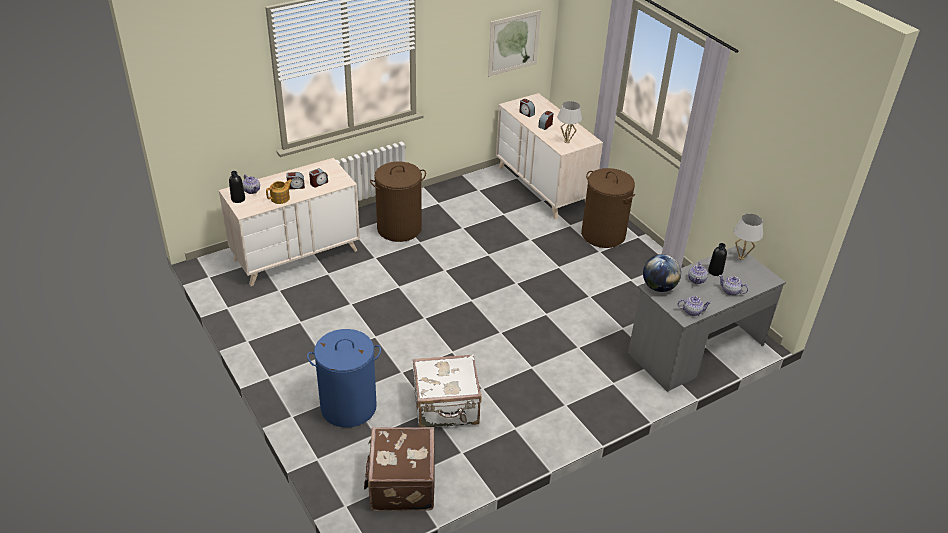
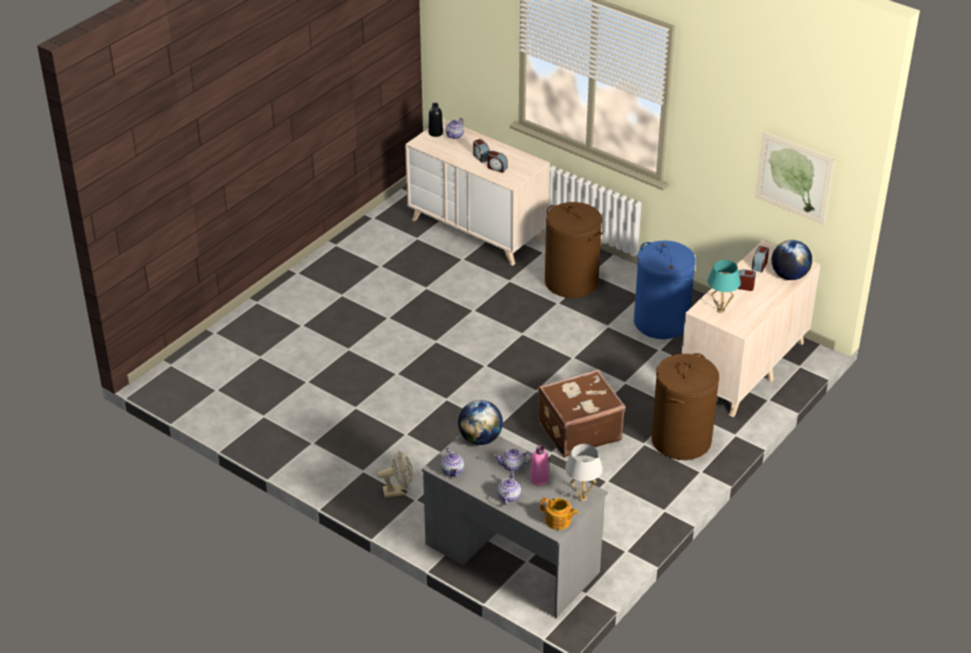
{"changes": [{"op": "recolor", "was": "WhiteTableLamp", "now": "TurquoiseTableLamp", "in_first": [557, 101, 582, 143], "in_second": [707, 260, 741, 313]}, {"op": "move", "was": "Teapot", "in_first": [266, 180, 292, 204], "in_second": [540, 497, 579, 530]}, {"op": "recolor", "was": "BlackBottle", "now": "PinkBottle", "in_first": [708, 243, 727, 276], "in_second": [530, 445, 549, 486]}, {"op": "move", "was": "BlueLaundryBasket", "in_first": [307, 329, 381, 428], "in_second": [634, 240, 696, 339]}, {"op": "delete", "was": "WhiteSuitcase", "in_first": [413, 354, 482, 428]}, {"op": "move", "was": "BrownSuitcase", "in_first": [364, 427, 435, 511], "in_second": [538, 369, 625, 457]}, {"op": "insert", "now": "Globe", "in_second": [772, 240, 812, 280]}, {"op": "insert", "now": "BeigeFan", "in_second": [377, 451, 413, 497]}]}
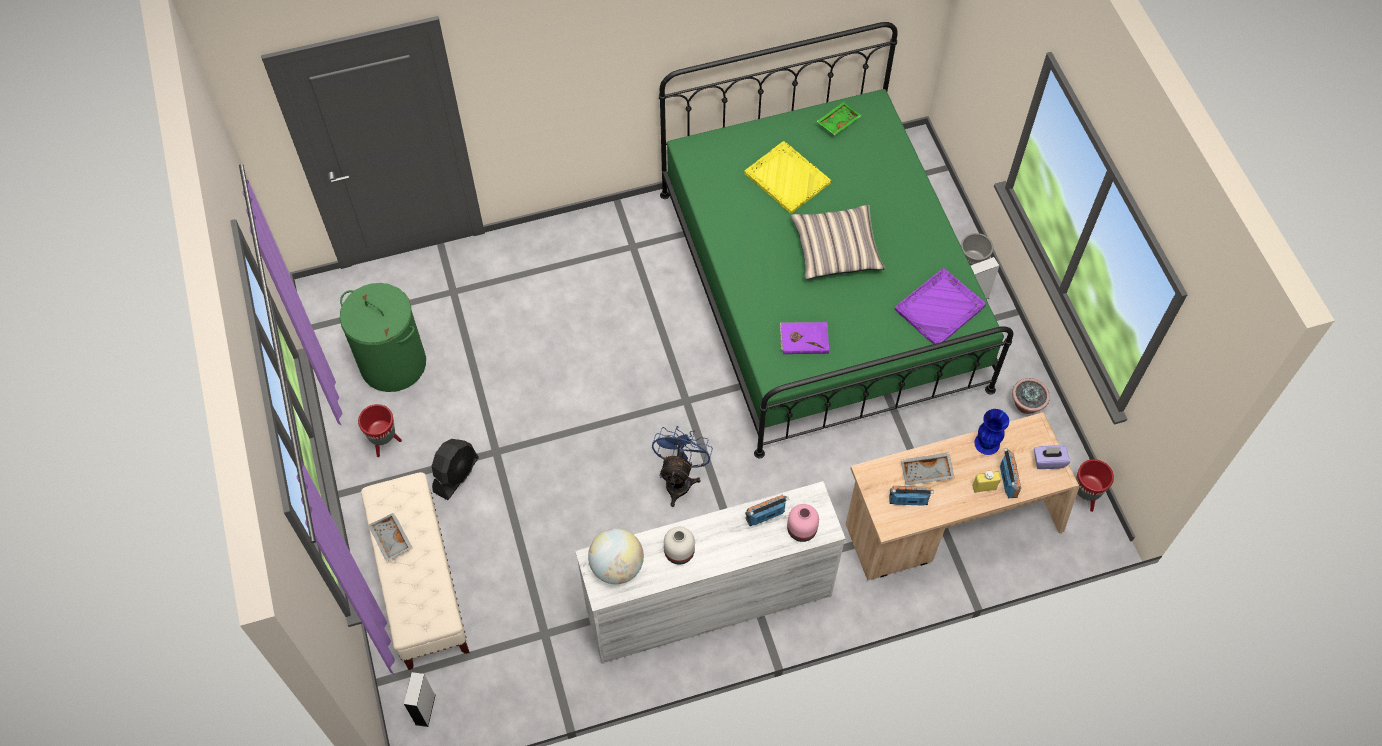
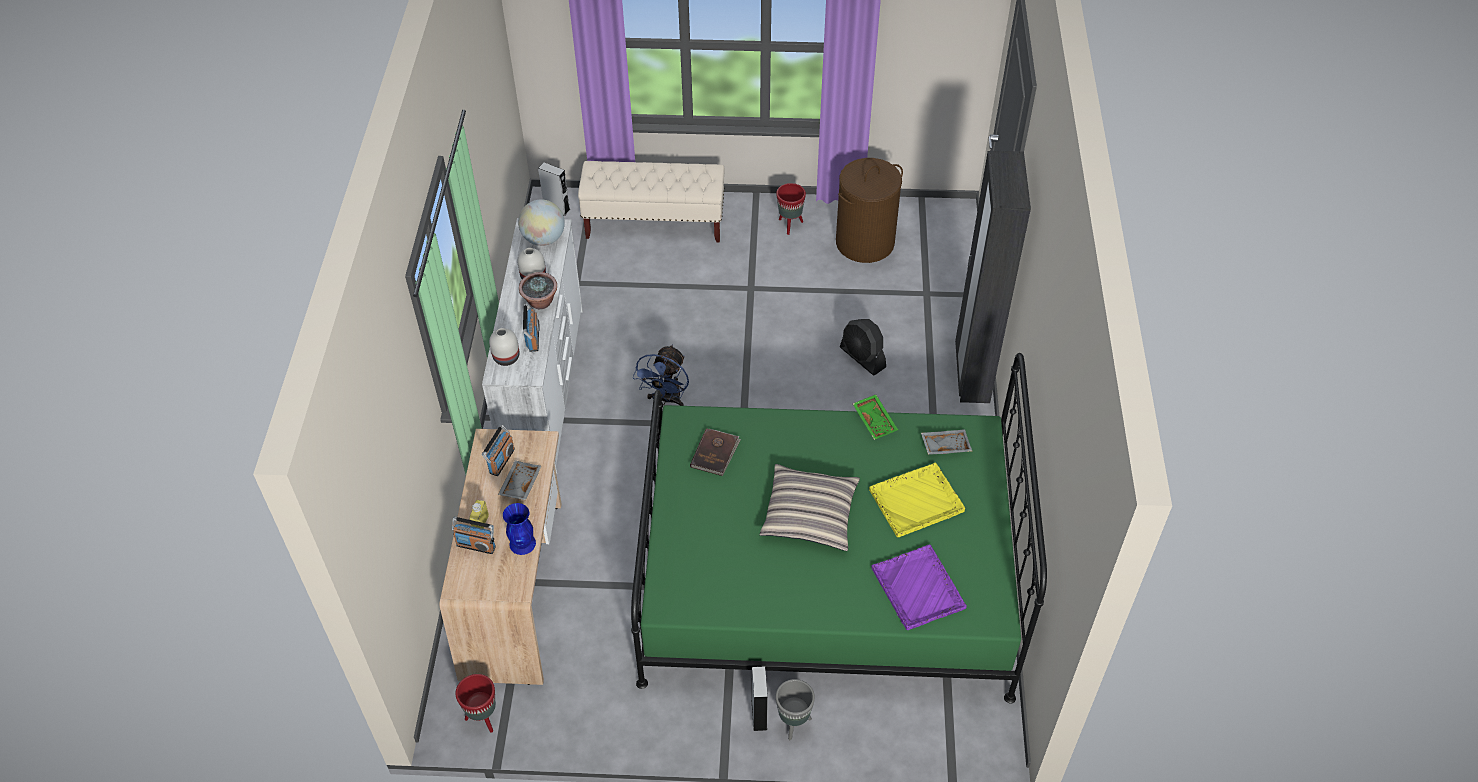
{"changes": [{"op": "move", "was": "GreenTray", "in_first": [816, 102, 861, 135], "in_second": [853, 395, 898, 440]}, {"op": "move", "was": "PurpleTray", "in_first": [895, 268, 986, 344], "in_second": [872, 544, 967, 630]}, {"op": "recolor", "was": "GreenLaundryBasket", "now": "BrownLaundryBasket", "in_first": [340, 283, 426, 392], "in_second": [836, 158, 903, 263]}, {"op": "recolor", "was": "PurpleBook", "now": "BrownBook", "in_first": [780, 322, 829, 354], "in_second": [690, 428, 741, 476]}, {"op": "move", "was": "PottedPlant", "in_first": [1012, 378, 1050, 414], "in_second": [519, 272, 557, 309]}, {"op": "rotate", "was": "BlueFan", "in_first": [652, 426, 713, 507], "in_second": [633, 344, 689, 406], "clockwise": 75}, {"op": "move", "was": "BlackFan", "in_first": [432, 439, 479, 500], "in_second": [840, 319, 886, 375]}, {"op": "delete", "was": "PurpleTissueBox", "in_first": [1034, 445, 1070, 469]}, {"op": "recolor", "was": "PinkVase", "now": "WhiteVase", "in_first": [787, 504, 819, 542], "in_second": [489, 328, 520, 366]}, {"op": "move", "was": "GreyTray", "in_first": [368, 513, 412, 561], "in_second": [921, 429, 972, 455]}, {"op": "insert", "now": "BlackWardrobe", "in_second": [955, 151, 1031, 403]}]}
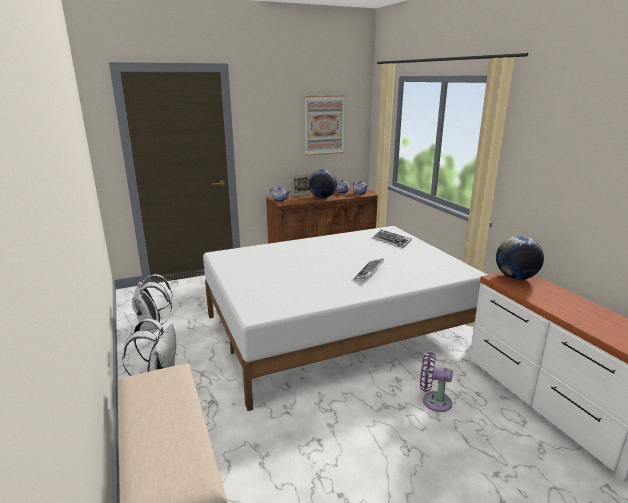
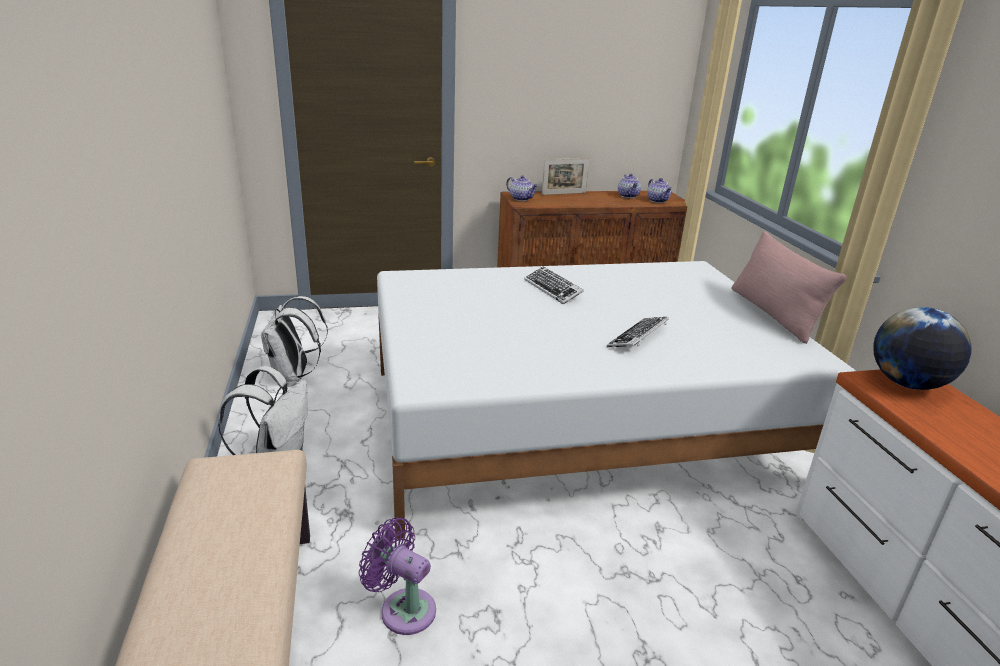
{"changes": [{"op": "delete", "was": "Picture", "in_first": [305, 95, 345, 156]}, {"op": "delete", "was": "Globe", "in_first": [309, 169, 337, 198]}, {"op": "move", "was": "Keyboard", "in_first": [373, 230, 412, 248], "in_second": [525, 267, 584, 304]}, {"op": "move", "was": "PurpleFan", "in_first": [420, 352, 453, 412], "in_second": [359, 517, 436, 635]}, {"op": "insert", "now": "PinkPillow", "in_second": [731, 231, 847, 344]}]}
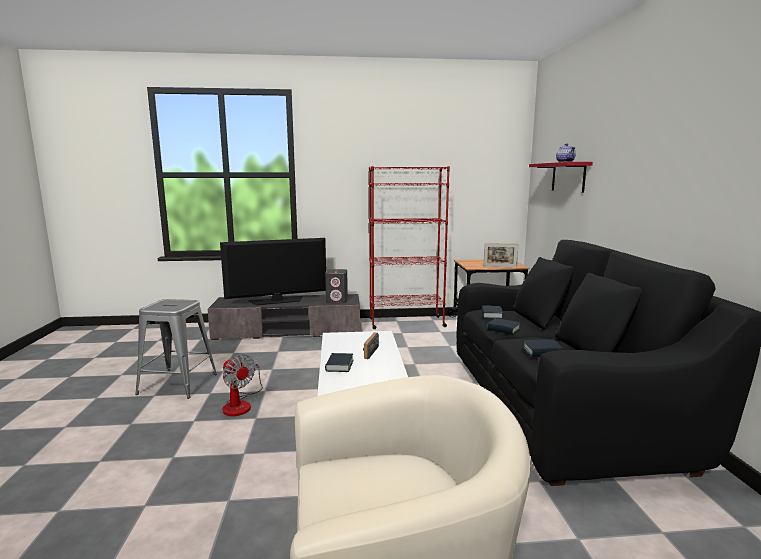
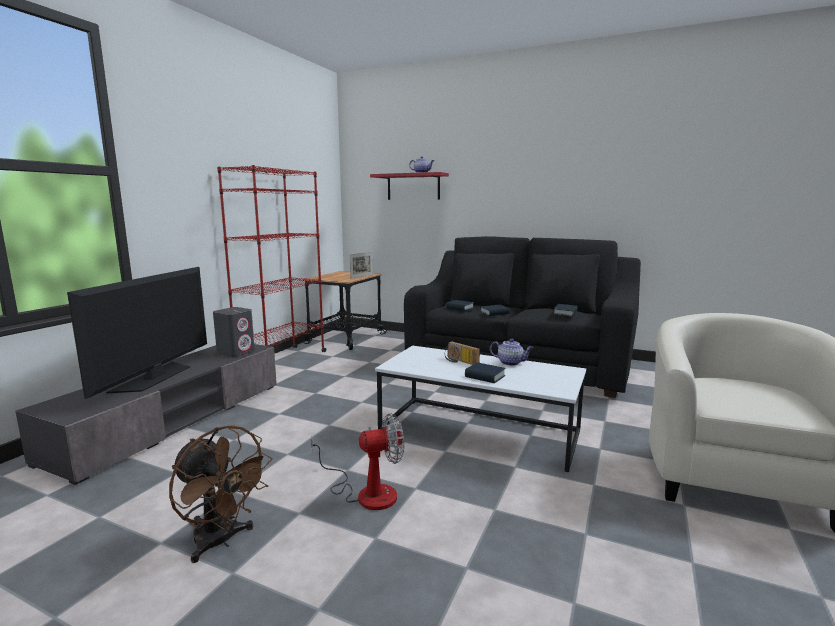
{"changes": [{"op": "replace", "was": "GreyStool", "now": "BrownFan", "in_first": [135, 299, 217, 399], "in_second": [169, 425, 272, 563]}, {"op": "insert", "now": "Teapot", "in_second": [490, 338, 533, 366]}]}
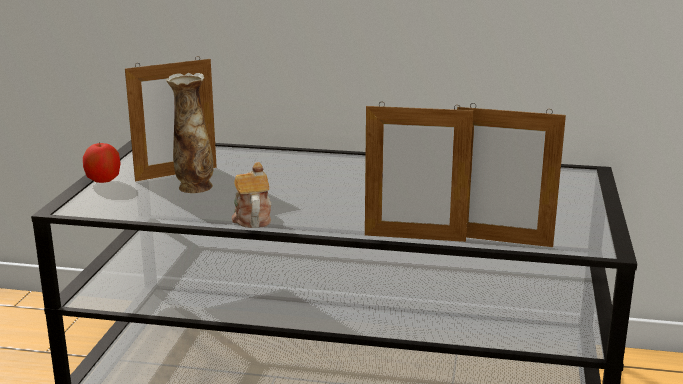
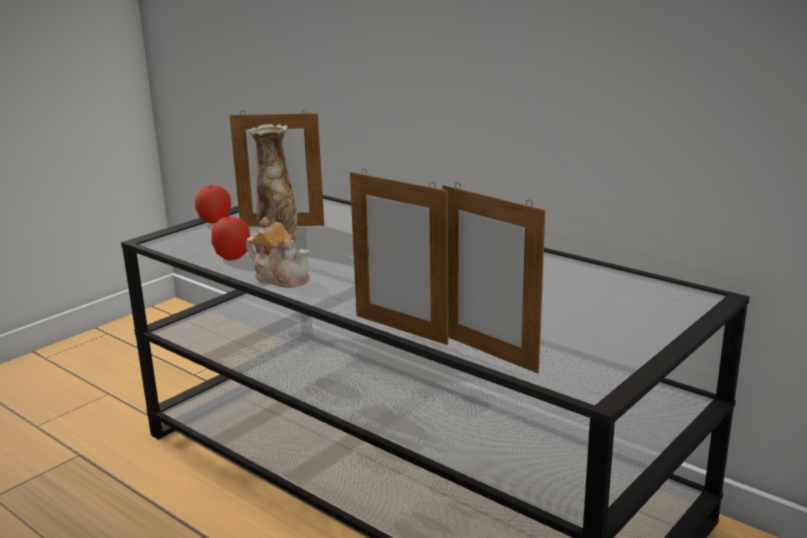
{"changes": [{"op": "rotate", "was": "Teapot", "in_first": [232, 162, 271, 228], "in_second": [246, 217, 310, 288], "clockwise": 105}, {"op": "insert", "now": "Apple", "in_second": [211, 217, 250, 261]}]}
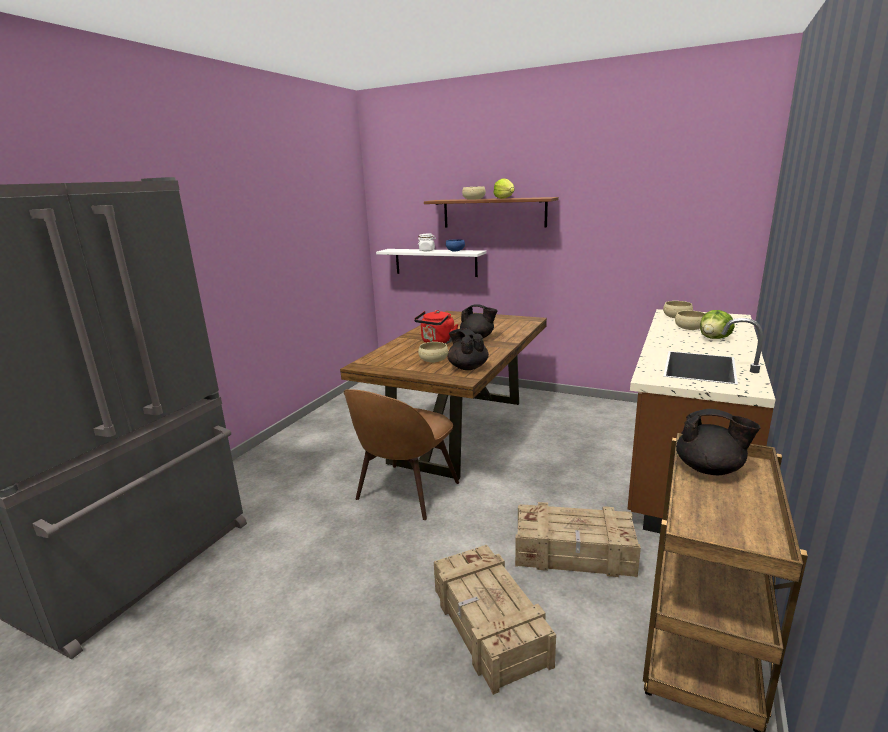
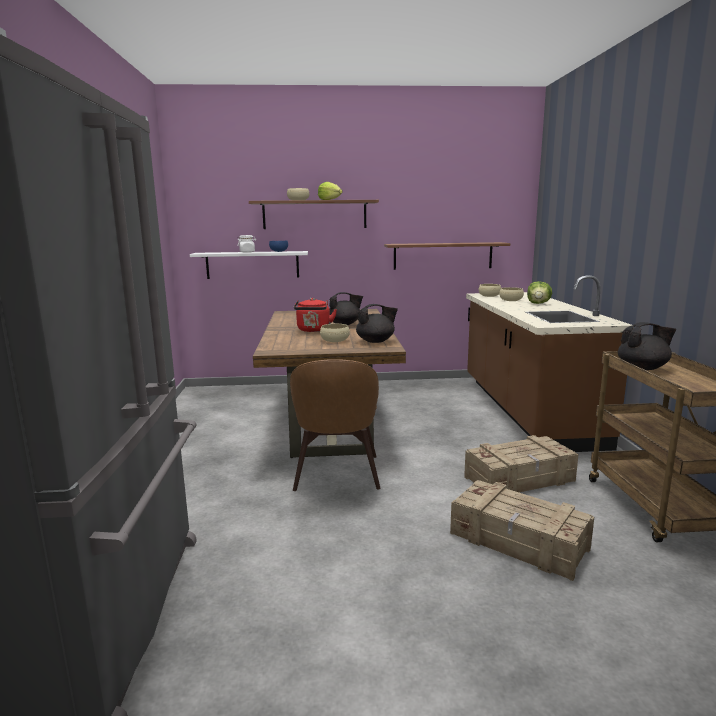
{"changes": [{"op": "rotate", "was": "BlackTeapot", "in_first": [448, 328, 489, 370], "in_second": [356, 304, 398, 343], "clockwise": 135}, {"op": "insert", "now": "BrownShelf", "in_second": [384, 242, 510, 270]}]}
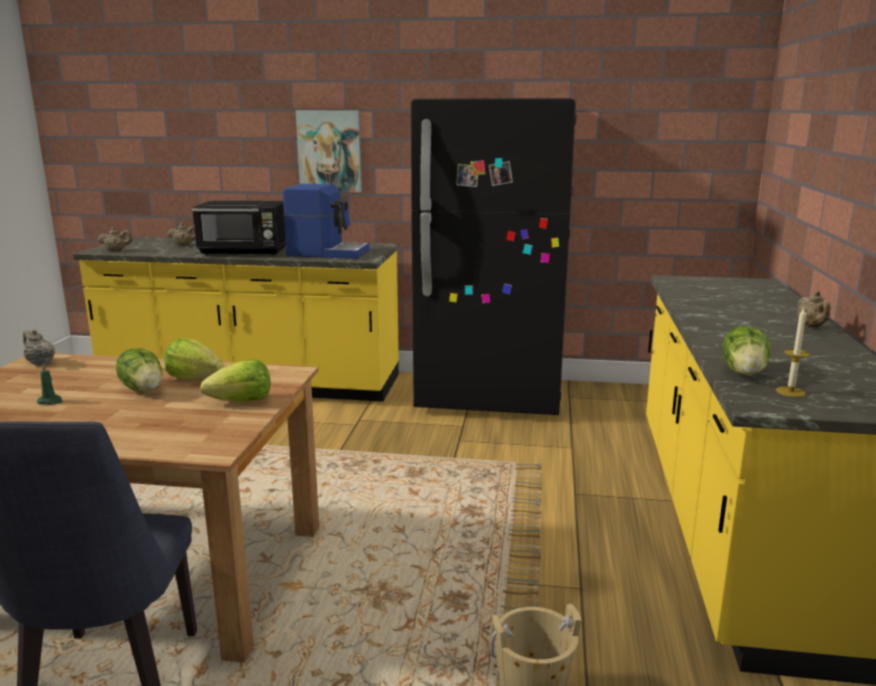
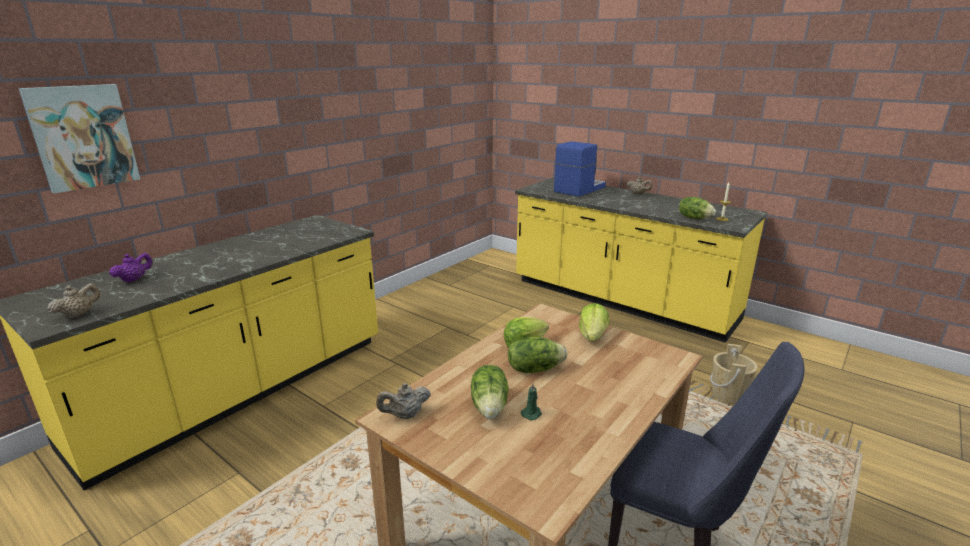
{"changes": [{"op": "delete", "was": "BlackFridge", "in_first": [411, 98, 577, 415]}, {"op": "move", "was": "Picture", "in_first": [296, 110, 362, 192], "in_second": [18, 84, 140, 193]}, {"op": "move", "was": "CoffeeMachine", "in_first": [283, 184, 369, 259], "in_second": [554, 141, 606, 197]}, {"op": "delete", "was": "BlackMicrowave", "in_first": [192, 201, 286, 256]}, {"op": "recolor", "was": "BeigeTeapot", "now": "PurpleTeapot", "in_first": [167, 222, 195, 246], "in_second": [109, 253, 153, 283]}, {"op": "insert", "now": "Lettuce", "in_second": [471, 365, 509, 419]}]}
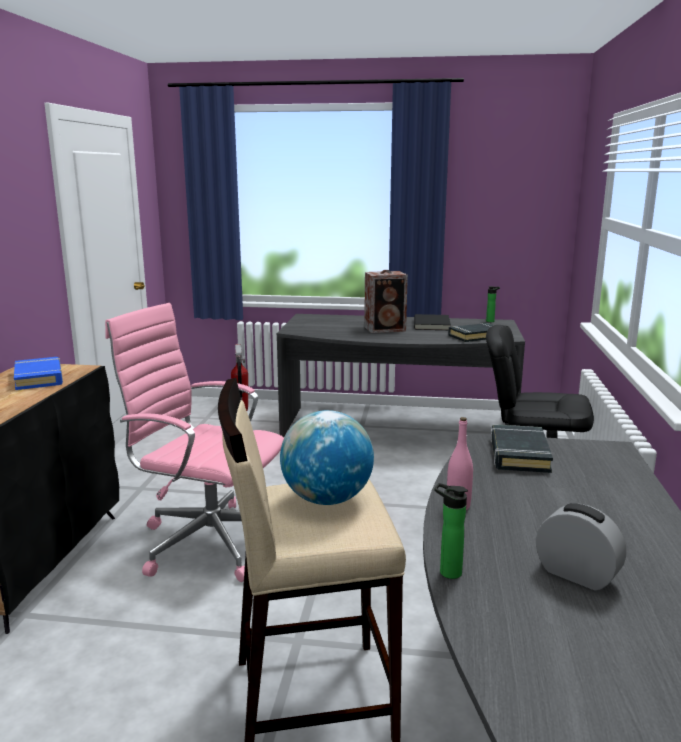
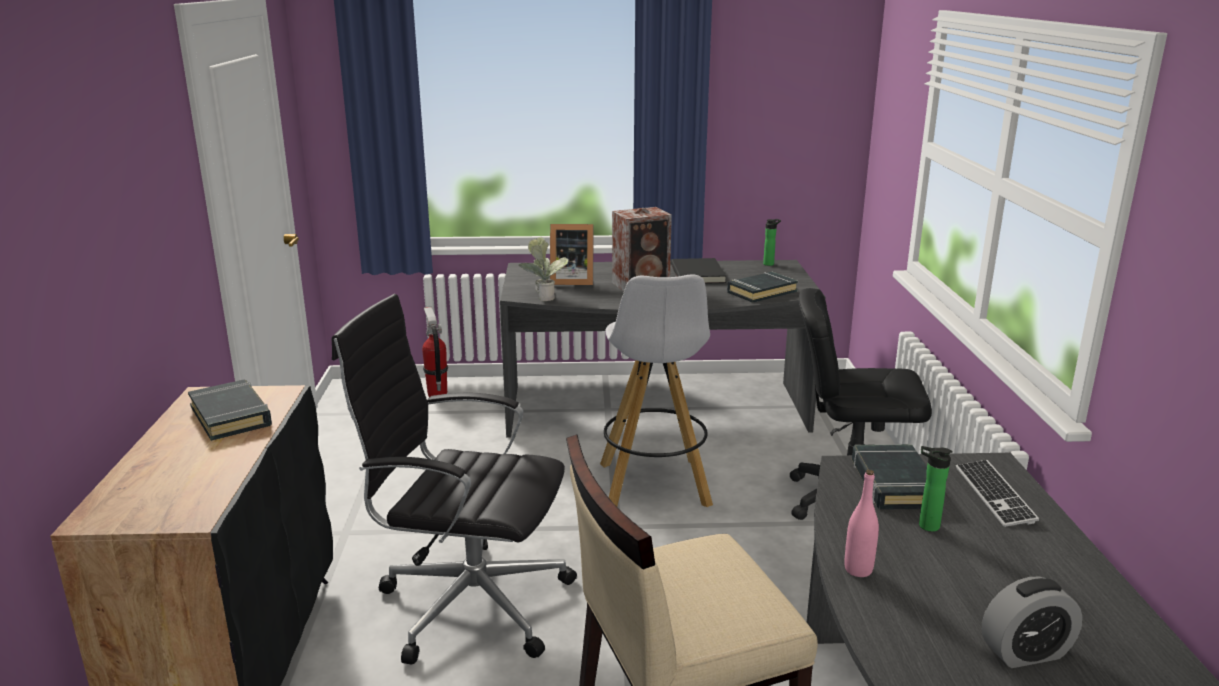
{"changes": [{"op": "recolor", "was": "PinkOfficeChair", "now": "BlackOfficeChair", "in_first": [105, 303, 284, 582], "in_second": [332, 294, 577, 665]}, {"op": "recolor", "was": "BlueBook", "now": "BlackBook", "in_first": [14, 357, 63, 390], "in_second": [188, 380, 272, 441]}, {"op": "delete", "was": "Globe", "in_first": [280, 410, 374, 505]}, {"op": "move", "was": "Bottle", "in_first": [434, 483, 468, 579], "in_second": [919, 446, 953, 532]}, {"op": "rotate", "was": "AlarmClock", "in_first": [536, 503, 626, 591], "in_second": [982, 576, 1083, 668], "clockwise": 135}, {"op": "insert", "now": "PictureFrame", "in_second": [550, 224, 594, 285]}, {"op": "insert", "now": "PottedPlant", "in_second": [519, 237, 569, 301]}, {"op": "insert", "now": "WhiteStool", "in_second": [600, 274, 713, 507]}, {"op": "insert", "now": "Keyboard", "in_second": [956, 460, 1039, 527]}]}
